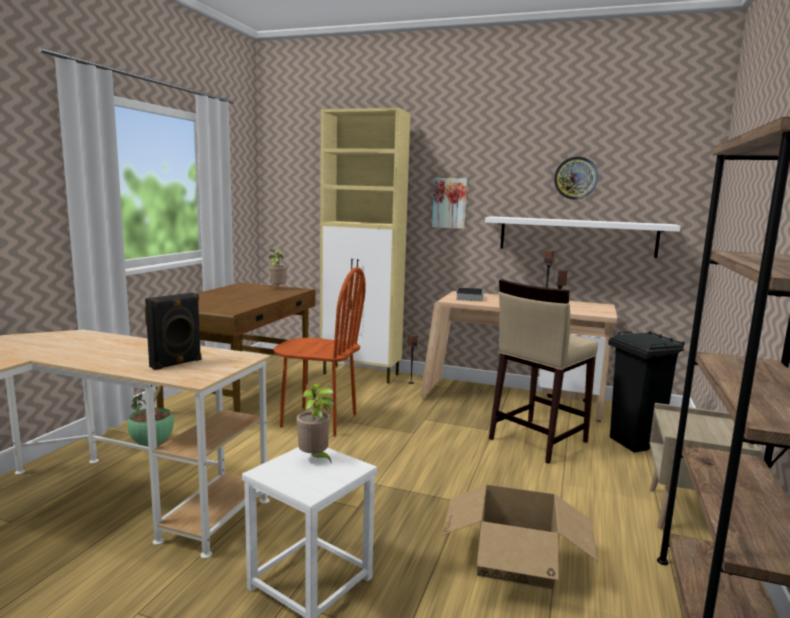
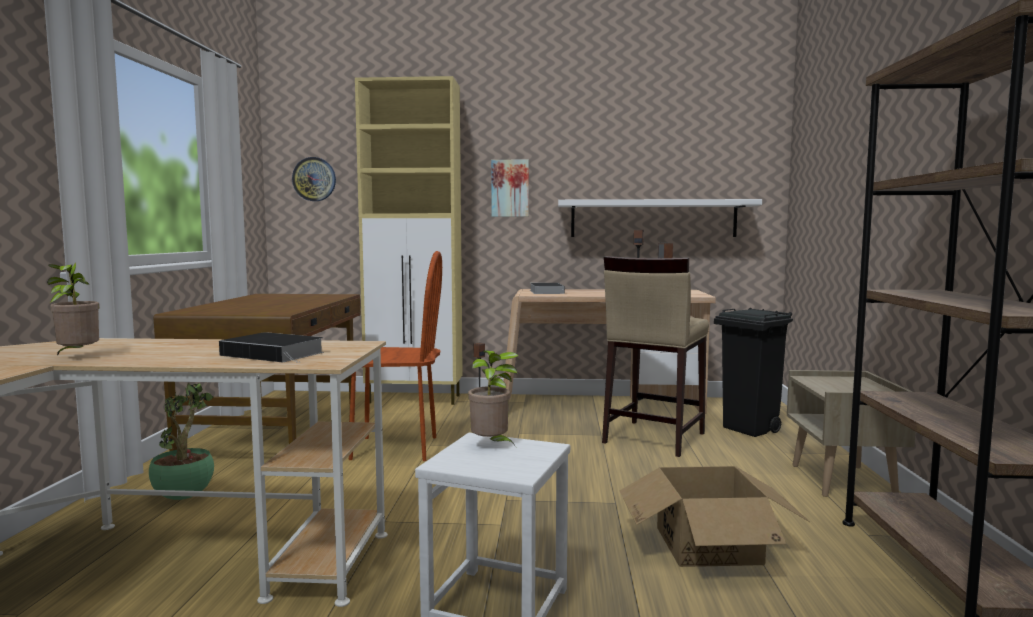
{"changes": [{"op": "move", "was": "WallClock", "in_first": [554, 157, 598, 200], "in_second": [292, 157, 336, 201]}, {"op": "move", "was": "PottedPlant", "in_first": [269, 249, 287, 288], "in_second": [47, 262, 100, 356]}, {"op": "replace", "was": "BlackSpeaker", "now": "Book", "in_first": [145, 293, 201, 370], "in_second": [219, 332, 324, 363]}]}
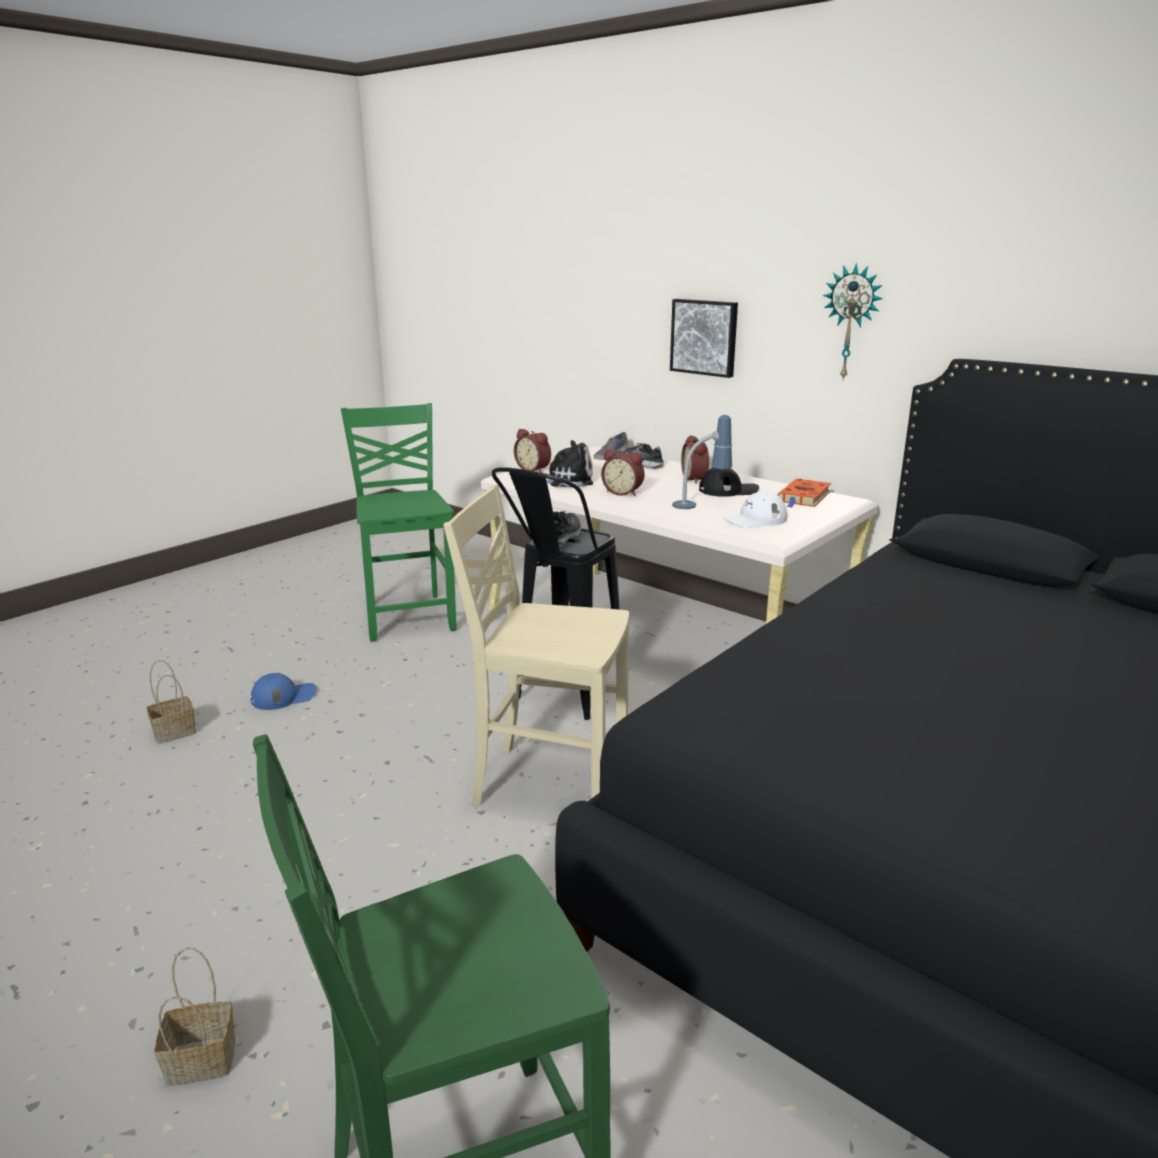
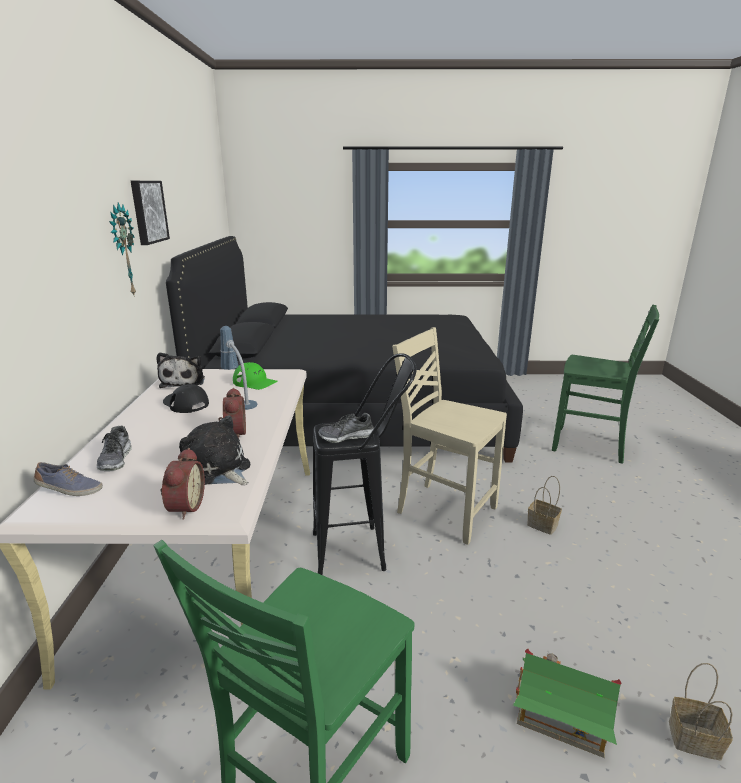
{"changes": [{"op": "move", "was": "Picture", "in_first": [670, 299, 738, 378], "in_second": [131, 181, 170, 245]}, {"op": "delete", "was": "AlarmClock", "in_first": [681, 435, 709, 483]}, {"op": "replace", "was": "OrangeBook", "now": "PlushToy", "in_first": [777, 479, 831, 508], "in_second": [157, 352, 205, 388]}, {"op": "rotate", "was": "BeigeChair", "in_first": [444, 485, 629, 805], "in_second": [392, 327, 507, 545], "clockwise": 150}, {"op": "recolor", "was": "WhiteCap", "now": "GreenCap", "in_first": [723, 492, 787, 528], "in_second": [233, 362, 278, 390]}, {"op": "replace", "was": "BlueCap", "now": "ToyHouse", "in_first": [251, 673, 317, 710], "in_second": [513, 649, 621, 758]}, {"op": "move", "was": "Basket", "in_first": [154, 947, 235, 1086], "in_second": [527, 476, 562, 535]}]}
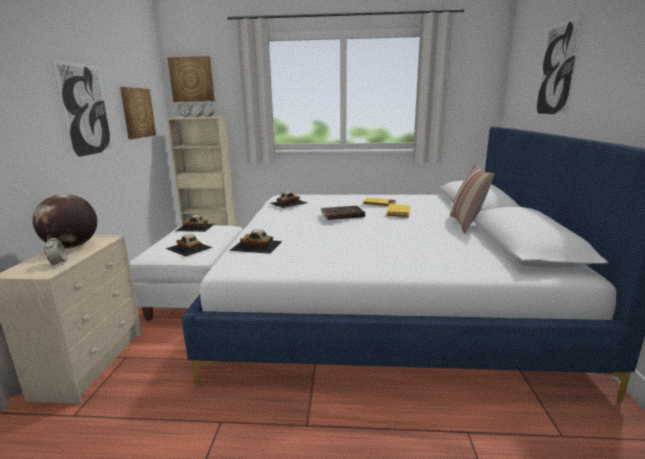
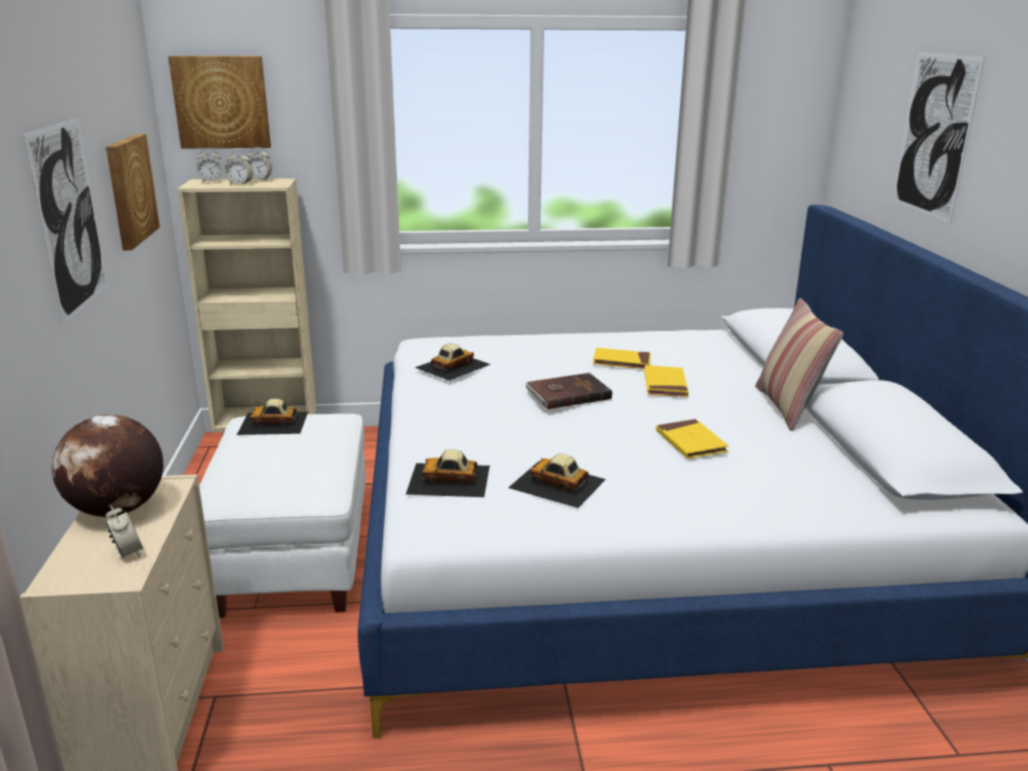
{"changes": [{"op": "move", "was": "ToyCar", "in_first": [165, 234, 213, 257], "in_second": [508, 453, 606, 508]}, {"op": "insert", "now": "YellowBook", "in_second": [656, 419, 729, 459]}]}
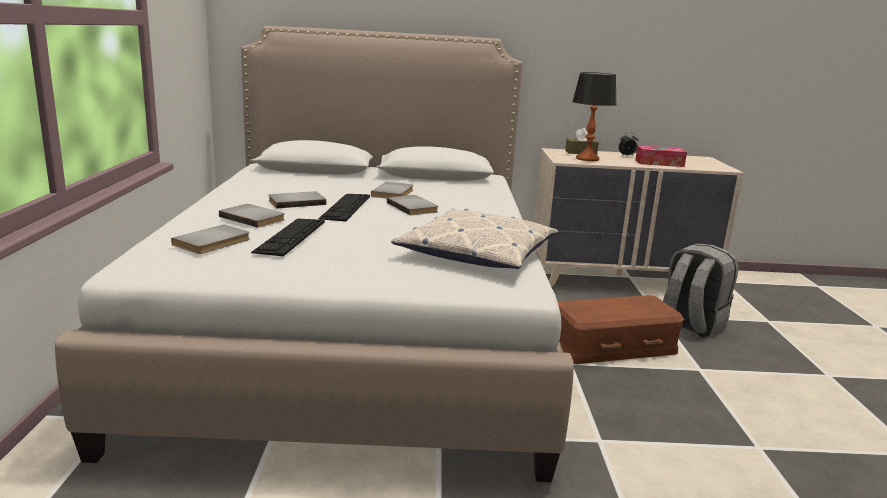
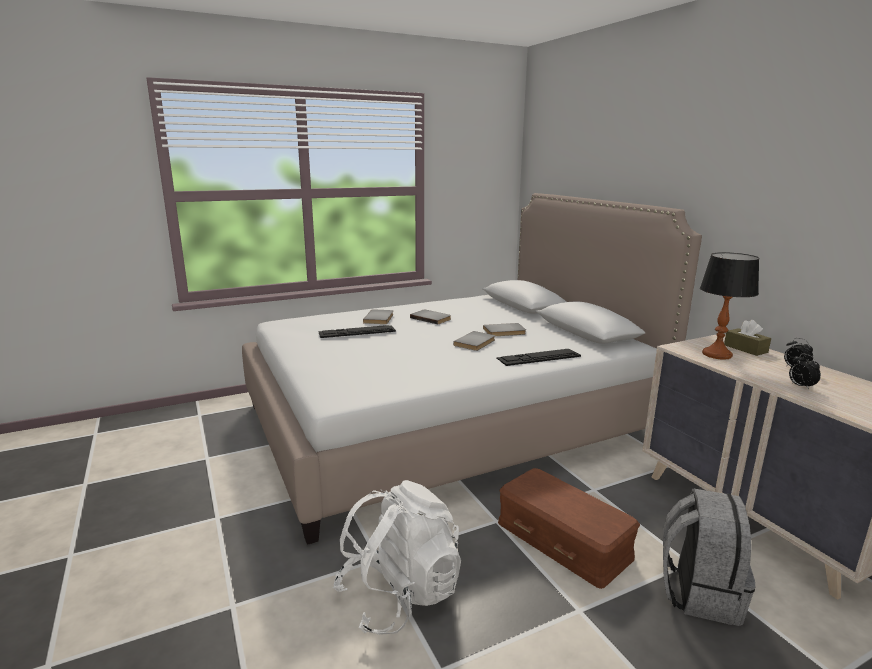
{"changes": [{"op": "replace", "was": "TissueBox", "now": "AlarmClock", "in_first": [635, 145, 687, 167], "in_second": [789, 354, 821, 390]}, {"op": "move", "was": "Keyboard", "in_first": [319, 194, 370, 222], "in_second": [497, 349, 581, 366]}, {"op": "delete", "was": "Pillow", "in_first": [391, 209, 559, 269]}, {"op": "delete", "was": "GreyBook", "in_first": [171, 225, 250, 254]}, {"op": "insert", "now": "WhiteBackpack", "in_second": [333, 480, 461, 635]}]}
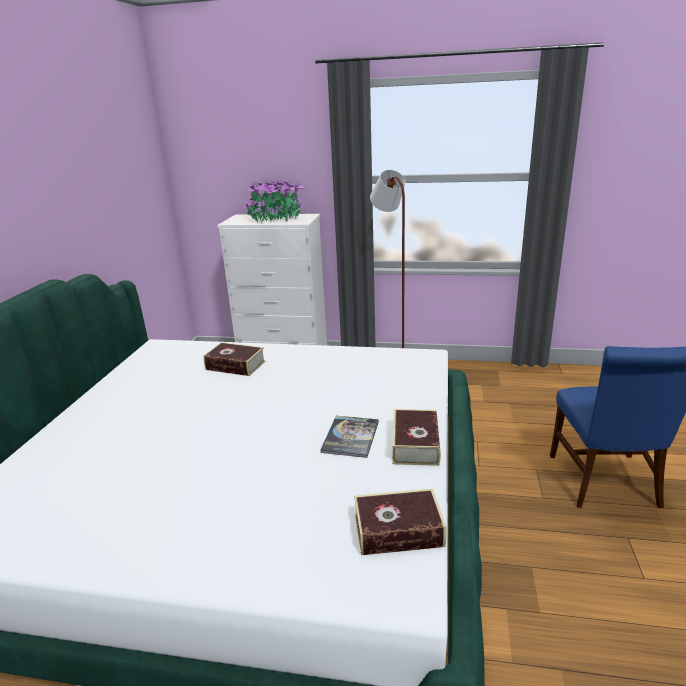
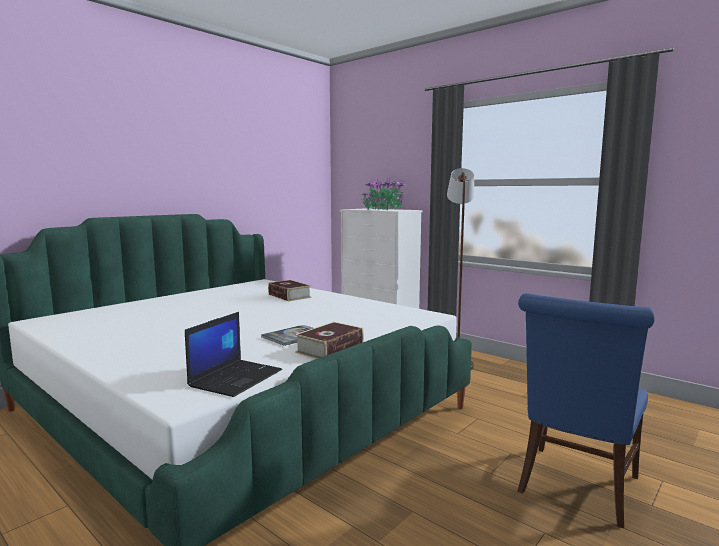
{"changes": [{"op": "replace", "was": "Book", "now": "Laptop", "in_first": [354, 488, 446, 555], "in_second": [185, 312, 282, 397]}]}
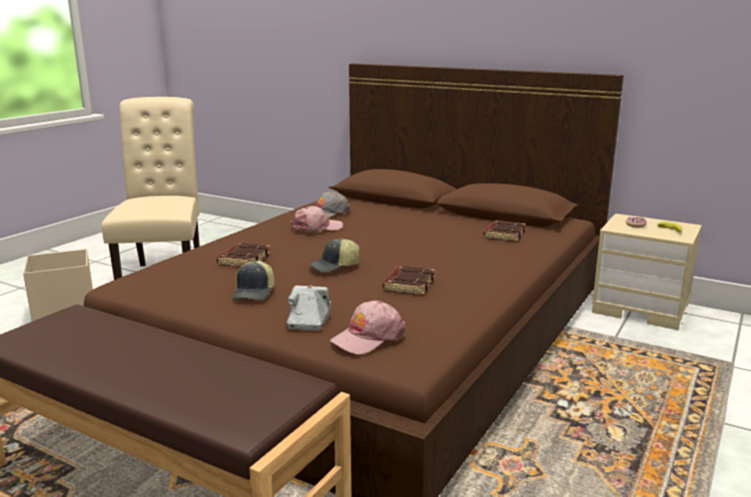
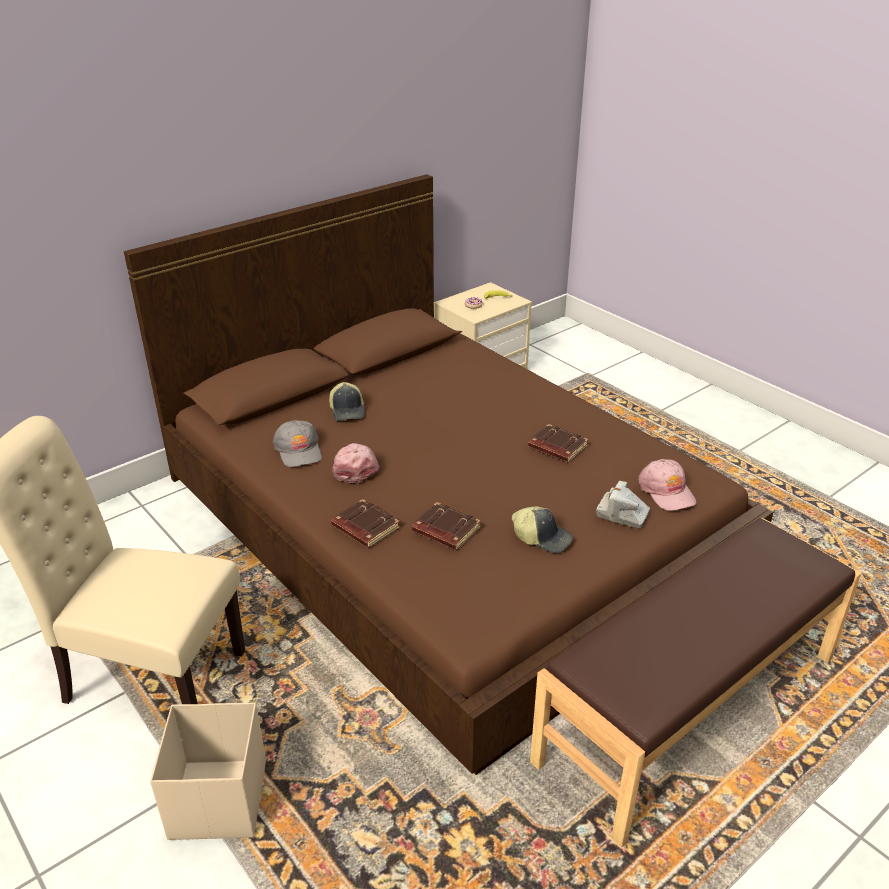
{"changes": [{"op": "move", "was": "BrownBook", "in_first": [483, 220, 526, 241], "in_second": [331, 499, 400, 548]}, {"op": "move", "was": "Cap", "in_first": [308, 238, 360, 273], "in_second": [329, 382, 365, 421]}]}
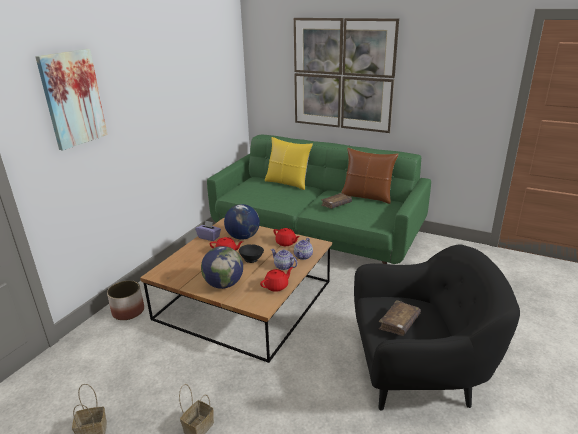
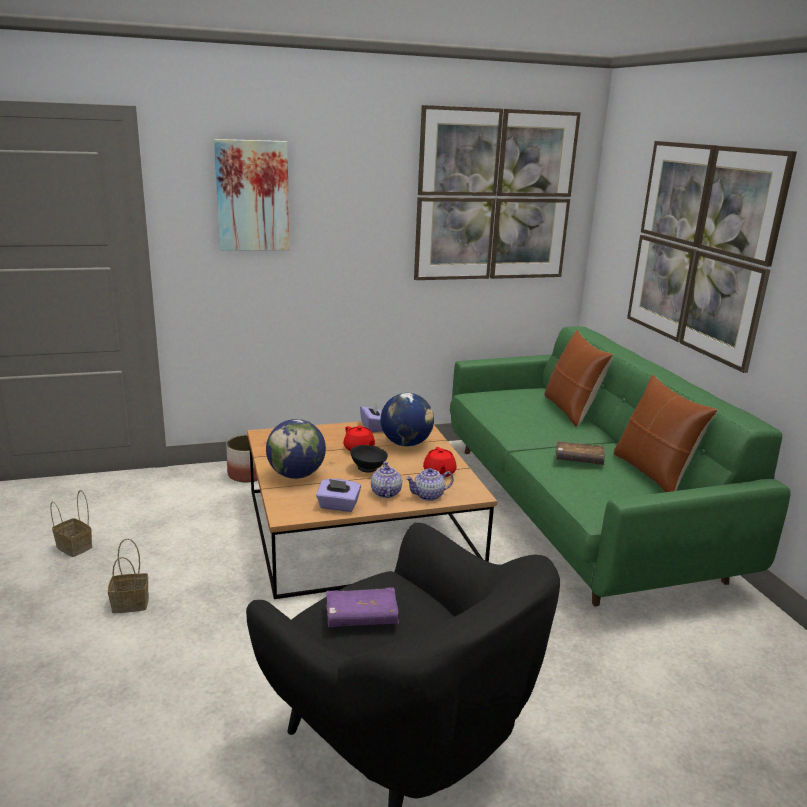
{"changes": [{"op": "recolor", "was": "YellowPillow", "now": "BrownPillow", "in_first": [265, 137, 313, 190], "in_second": [544, 330, 613, 427]}, {"op": "replace", "was": "RedTeapot", "now": "PurpleTissueBox", "in_first": [260, 267, 293, 292], "in_second": [316, 479, 361, 512]}, {"op": "recolor", "was": "BrownBook", "now": "PurpleBook", "in_first": [379, 300, 421, 336], "in_second": [326, 587, 399, 627]}, {"op": "insert", "now": "Picture", "in_second": [414, 105, 581, 280]}]}
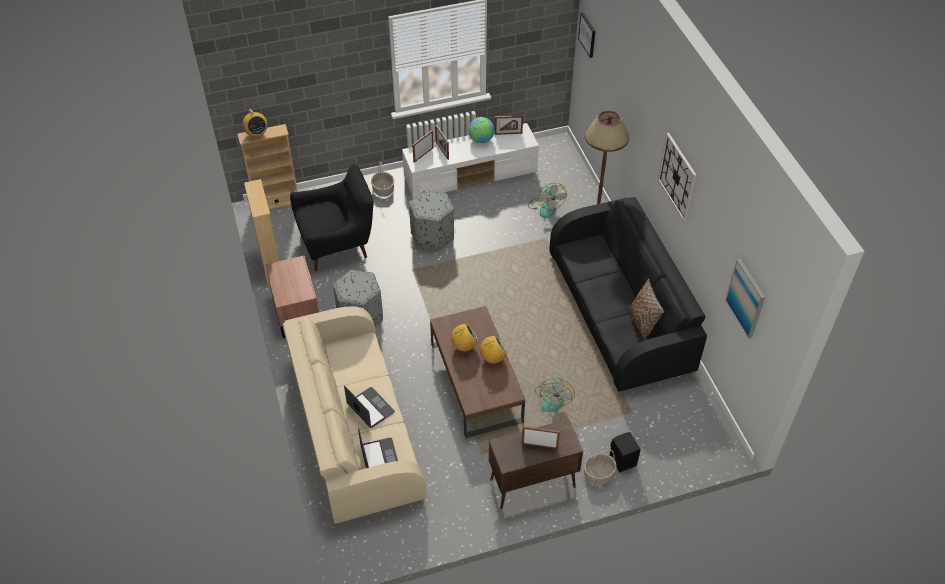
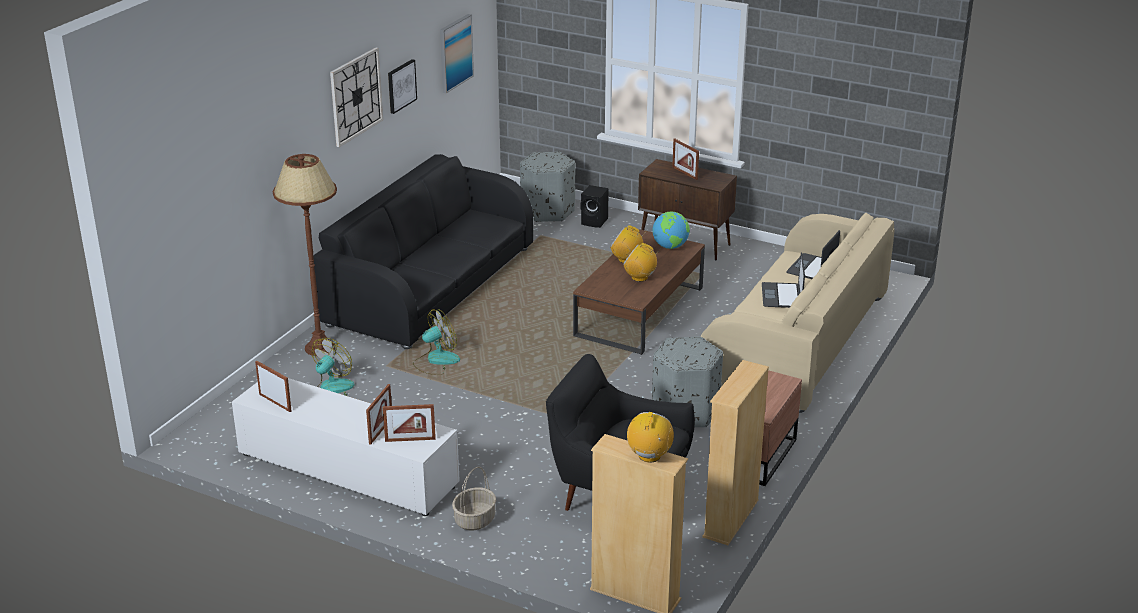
{"changes": [{"op": "move", "was": "Picture", "in_first": [578, 12, 595, 58], "in_second": [388, 59, 417, 114]}, {"op": "move", "was": "Globe", "in_first": [469, 117, 494, 143], "in_second": [653, 212, 690, 249]}, {"op": "move", "was": "GreyOttoman", "in_first": [409, 190, 454, 251], "in_second": [520, 152, 575, 222]}, {"op": "delete", "was": "BrownPillow", "in_first": [629, 279, 664, 340]}, {"op": "move", "was": "Fan", "in_first": [535, 378, 575, 412], "in_second": [413, 309, 460, 375]}, {"op": "delete", "was": "Basket", "in_first": [584, 450, 617, 485]}]}
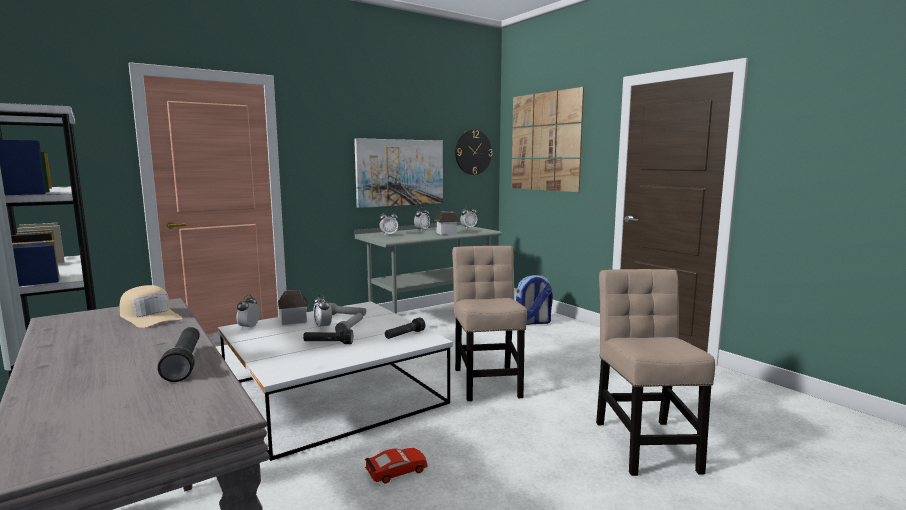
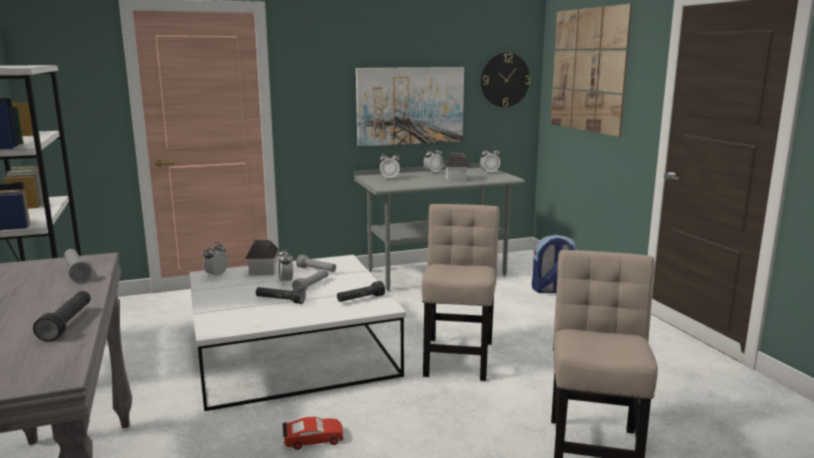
{"changes": [{"op": "replace", "was": "BeigeCap", "now": "GreyFlashlight", "in_first": [120, 285, 182, 328], "in_second": [64, 249, 92, 282]}]}
